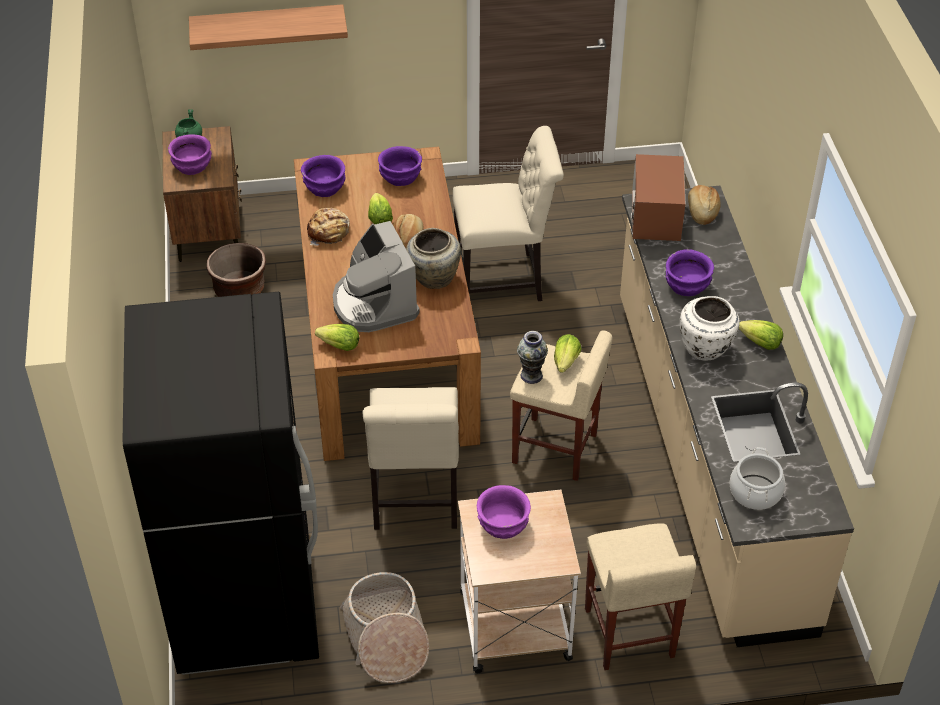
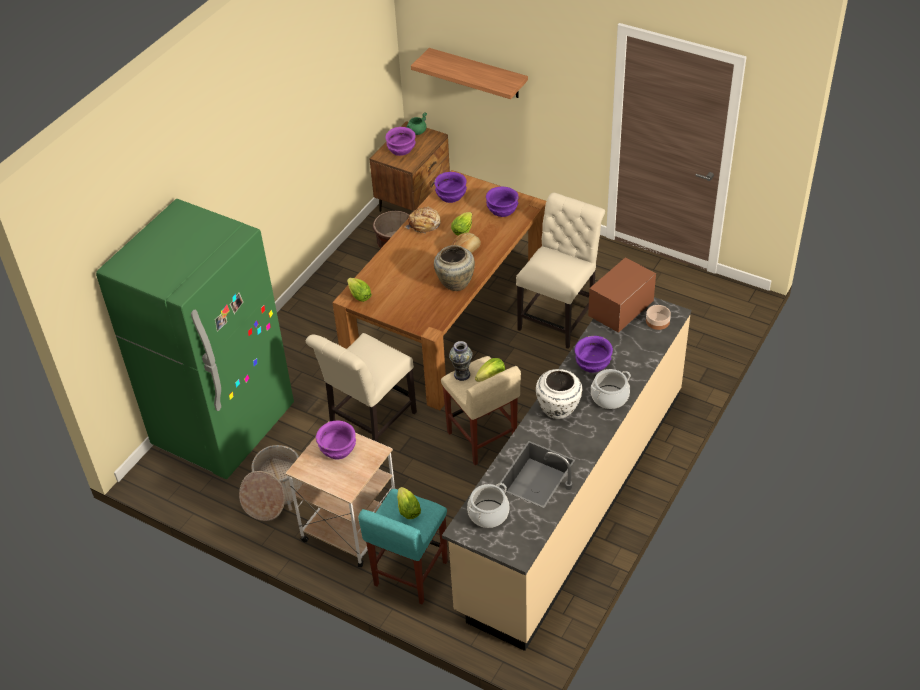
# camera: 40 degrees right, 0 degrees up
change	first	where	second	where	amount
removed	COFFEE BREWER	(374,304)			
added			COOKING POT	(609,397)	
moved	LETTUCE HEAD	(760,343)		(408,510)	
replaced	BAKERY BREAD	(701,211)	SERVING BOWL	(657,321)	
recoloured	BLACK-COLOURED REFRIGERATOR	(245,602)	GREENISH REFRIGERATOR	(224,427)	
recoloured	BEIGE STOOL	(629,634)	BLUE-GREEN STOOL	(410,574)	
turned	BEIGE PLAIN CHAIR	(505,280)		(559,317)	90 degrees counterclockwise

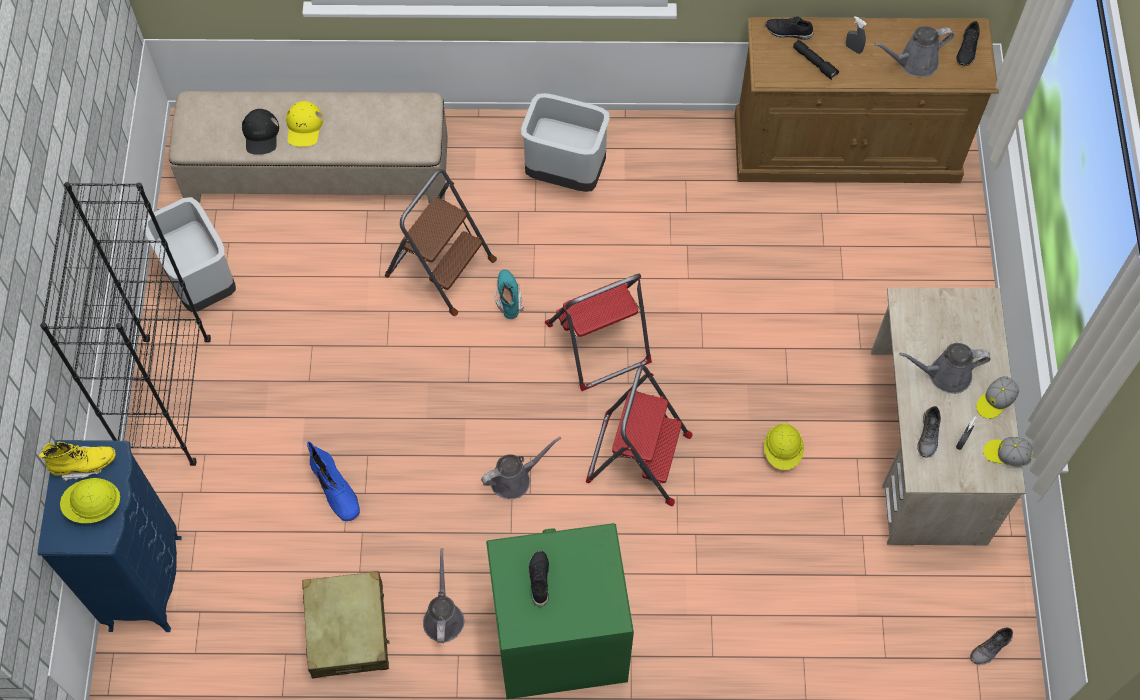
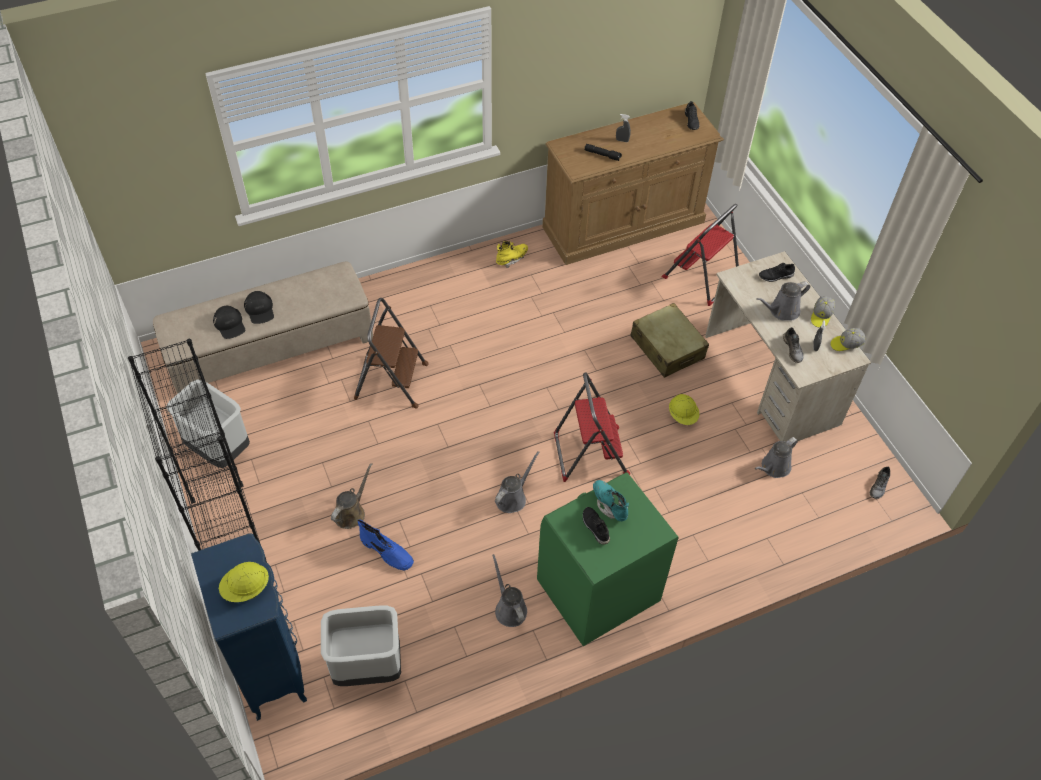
# camera: 25 degrees left, 10 degrees down
change	first	where	second	where	amount
added			BROWNISH WATERING CAN	(351,512)	
moved	YELLOW HIGH-TOP BOOT	(84,465)		(511,259)	
moved	BEIGE TRAVEL CASE	(348,629)		(667,347)	
moved	BLUE-GREEN HIGH-TOP BOOT	(508,299)		(610,505)	
moved	GRAY RUBBISH BIN	(566,173)		(368,666)	
moved	RED STEP LADDER	(599,346)		(703,279)	
moved	BLACK-COLOURED ITEM OF FOOTWEAR	(788,32)		(776,276)	
moved	GRAY WATERING CAN	(914,62)		(774,467)	
recoloured	YELLOW PEAKED CAP	(304,127)	BLACK-COLOURED PEAKED CAP	(260,310)	

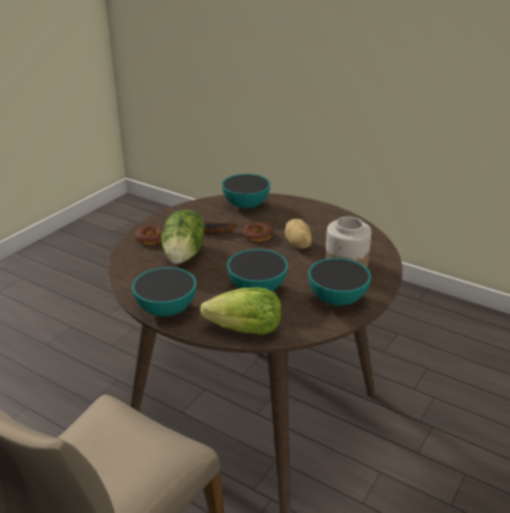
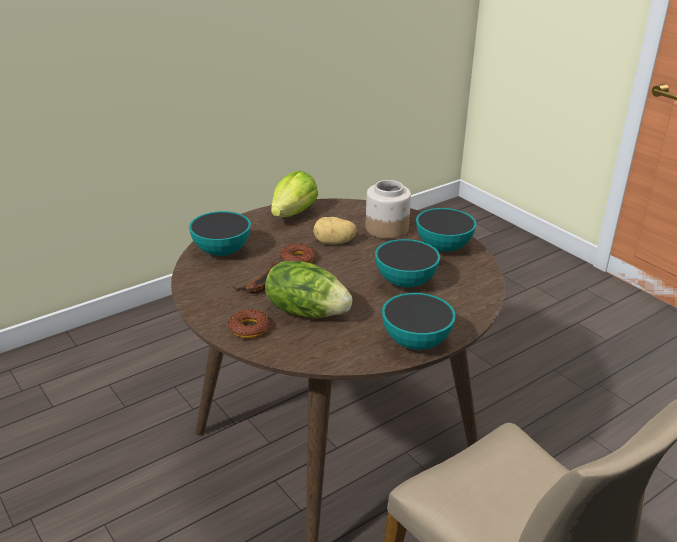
# camera: 70 degrees left, 0 degrees up
change	first	where	second	where	amount
moved	LETTUCE HEAD	(246,330)		(294,214)	

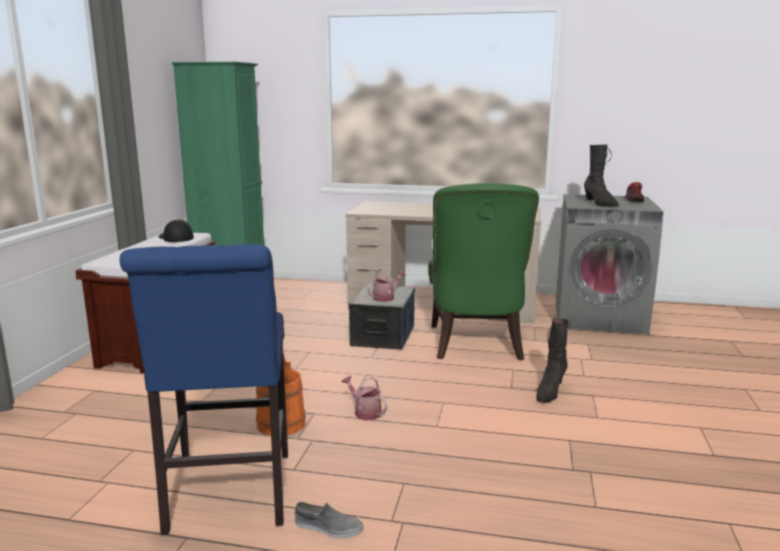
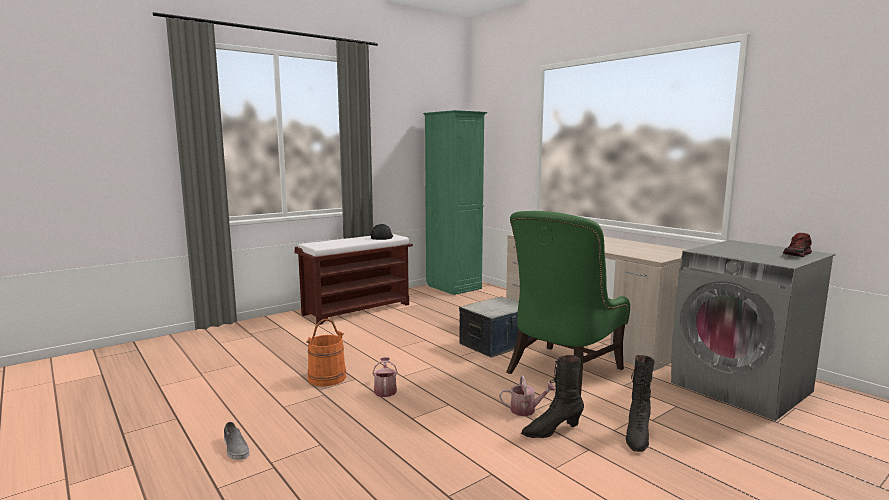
# camera: 40 degrees right, 5 degrees down
change	first	where	second	where	amount
removed	BLUE STOOL	(227,497)			
moved	WATERING CAN	(386,297)		(526,410)	
moved	BLACK-COLOURED HIGH-TOP BOOT	(599,204)		(637,436)	

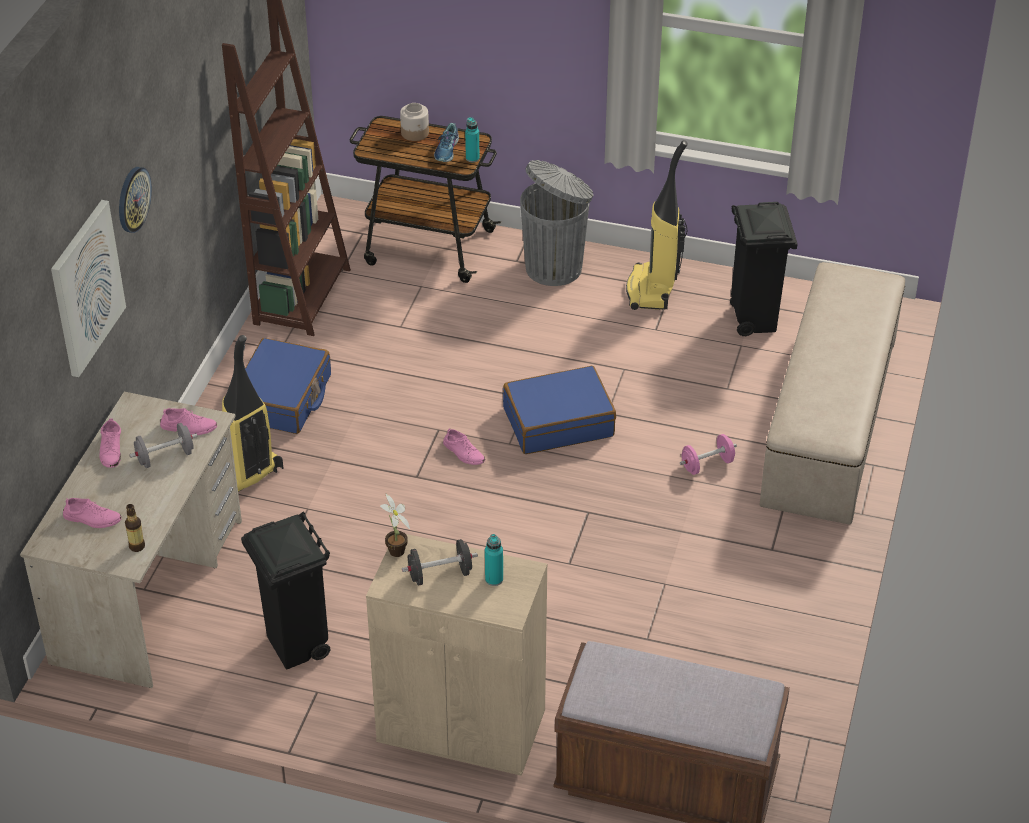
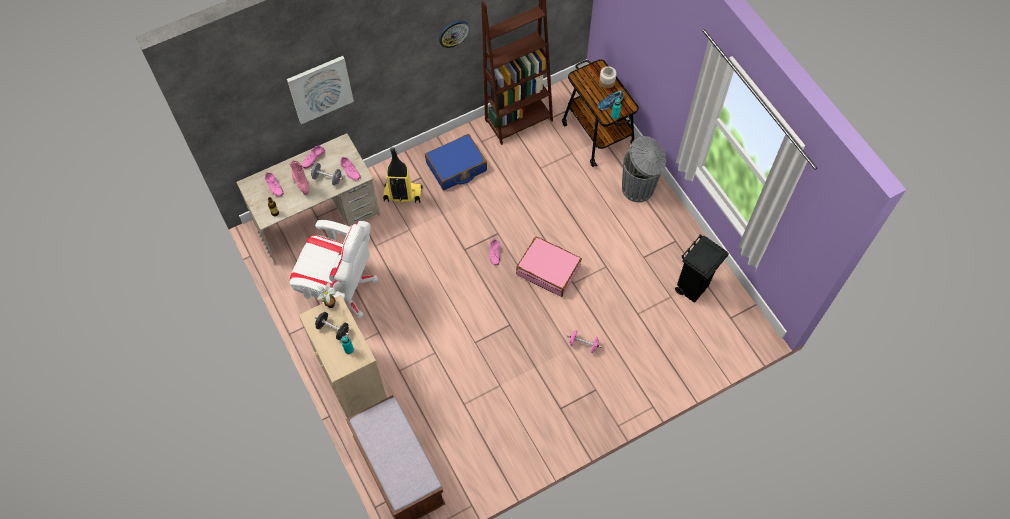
# camera: 45 degrees right, 20 degrees up
change	first	where	second	where	amount
removed	VACUUM	(652,290)			
removed	BEIGE LONG SEAT	(831,419)			
added			PINK-COLOURED HIGH-TOP BOOT	(301,183)	
moved	CLOCK ON THE WALL	(133,199)		(453,33)	
replaced	BLACK-COLOURED RUBBISH BIN	(297,647)	WHITE DESK CHAIR	(339,290)	
recoloured	BLUE TRAVEL CASE	(558,422)	PINK-COLOURED TRAVEL CASE	(548,270)	

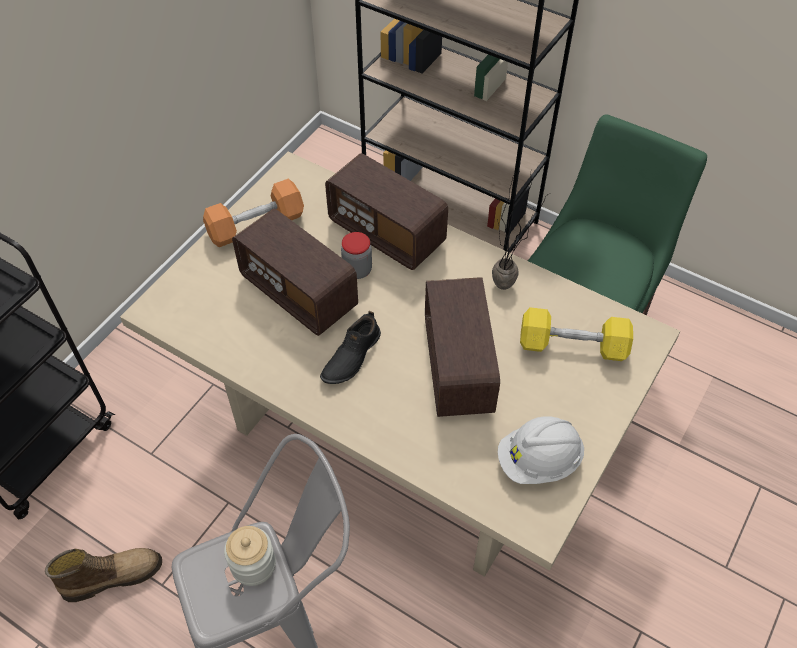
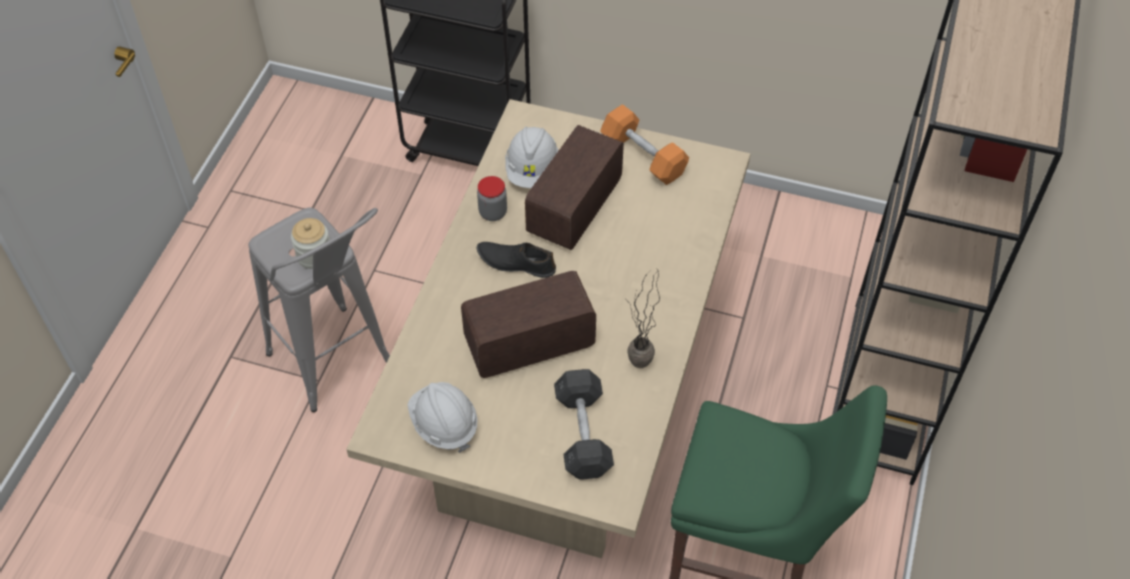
# camera: 75 degrees right, 0 degrees up
change	first	where	second	where	amount
removed	HIGH-TOP BOOT	(113,576)			
removed	RADIO	(386,233)			
added			WHITE WORK HELMET	(532,170)	
moved	STORAGE JAR	(357,270)		(493,212)	
recoloured	YELLOW HAND WEIGHT	(572,346)	GRAY HAND WEIGHT	(583,433)	

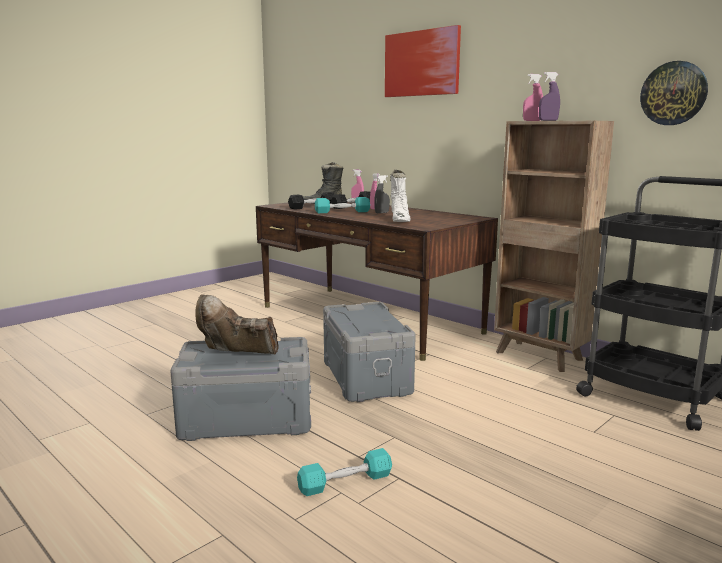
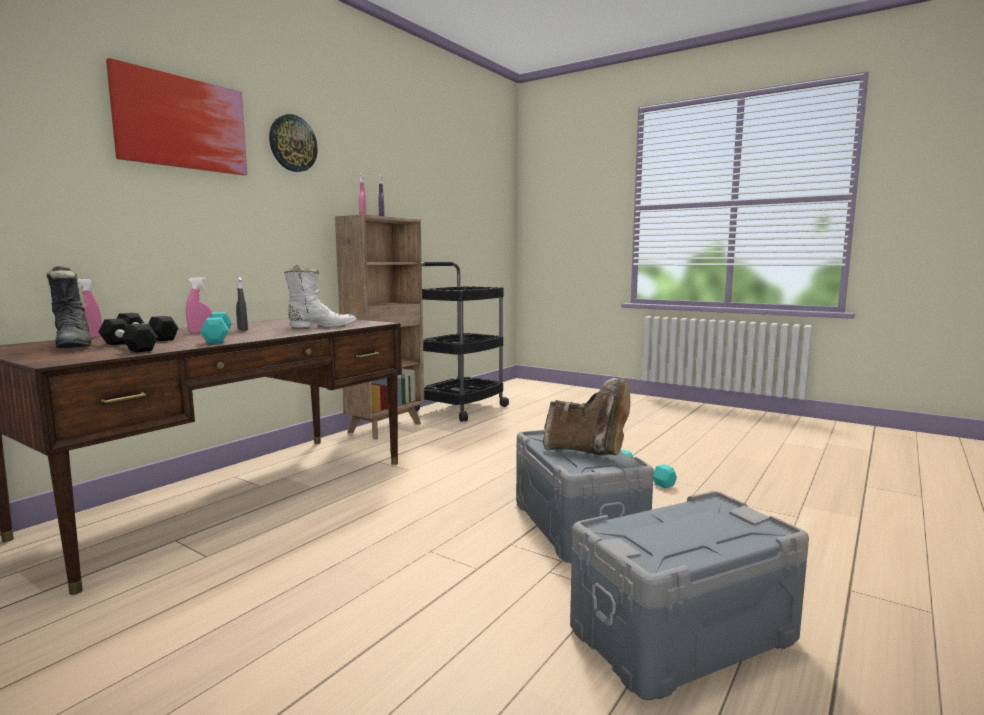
# camera: 100 degrees left, 5 degrees down
change	first	where	second	where	amount
moved	GRAY STORAGE BOX	(367,377)		(680,633)	
moved	CLOCK ON THE WALL	(673,93)		(292,143)	
turned	BROWNISH HIGH-TOP BOOT	(237,356)		(588,451)	60 degrees counterclockwise

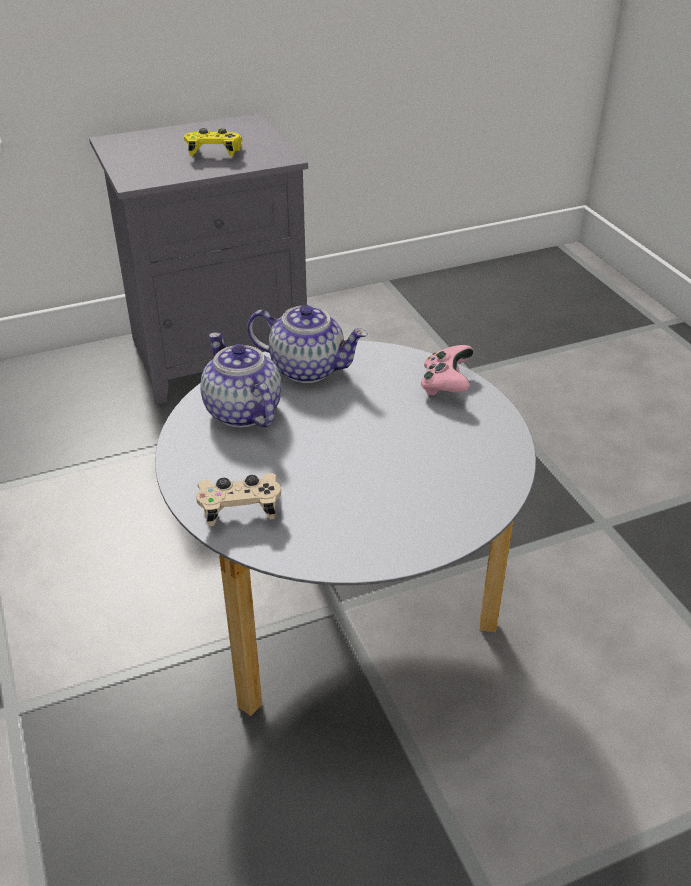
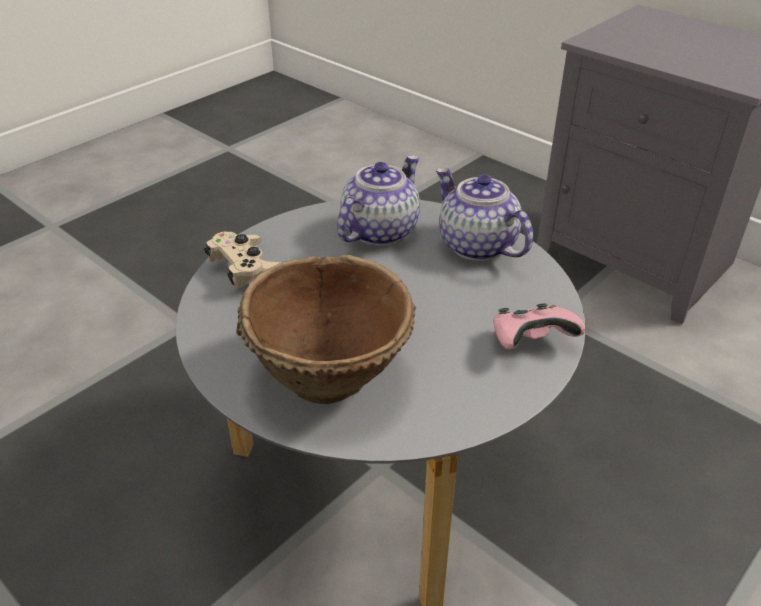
# camera: 65 degrees right, 0 degrees up
change	first	where	second	where	amount
removed	YELLOW GAMEPAD	(214,154)			
added			BROWNISH SERVING BOWL	(331,374)	
turned	TEAPOT	(308,368)		(476,245)	150 degrees clockwise

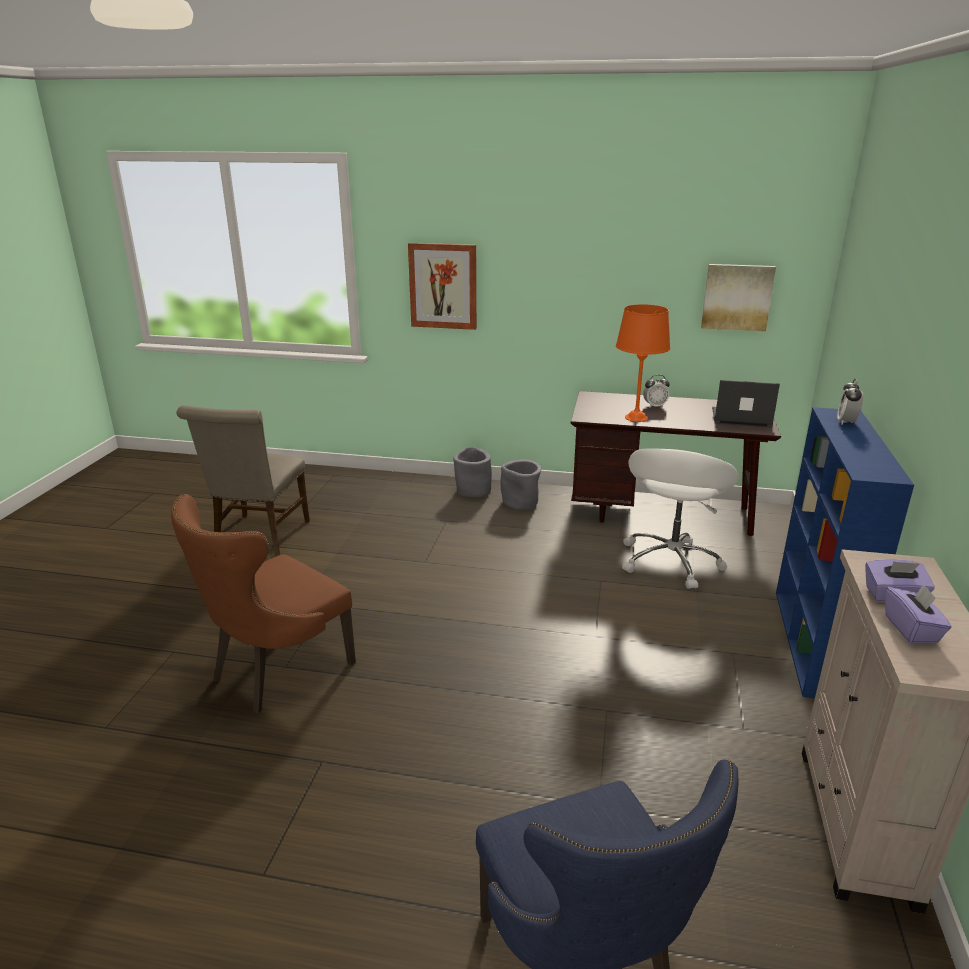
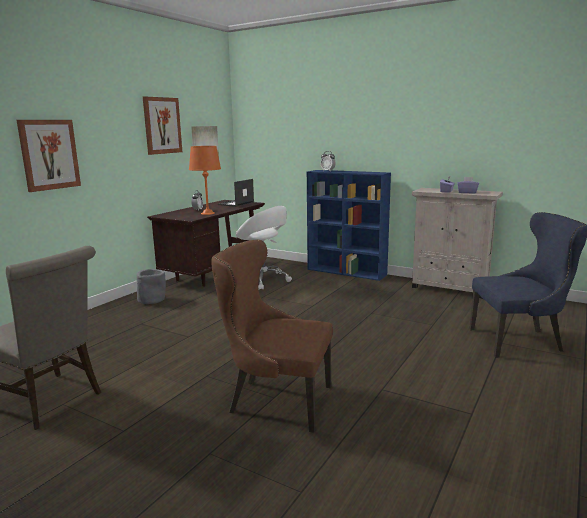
# camera: 70 degrees left, 10 degrees down
change	first	where	second	where	amount
removed	GRAY PLANTER	(473,490)			
added			PICTURE	(162,125)	
turned	BROWNISH PLAIN CHAIR	(276,670)		(276,401)	135 degrees clockwise

